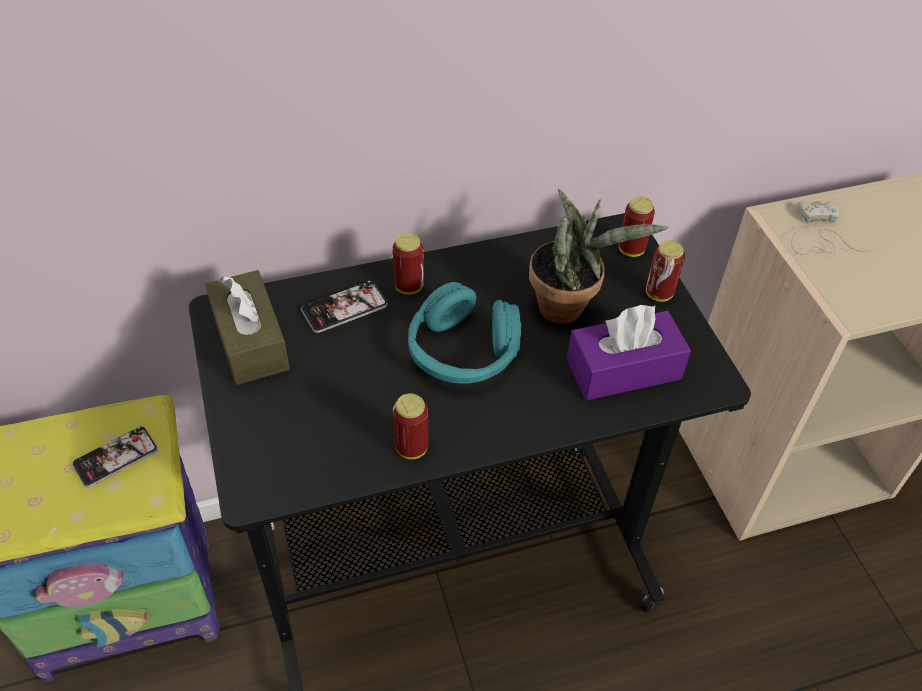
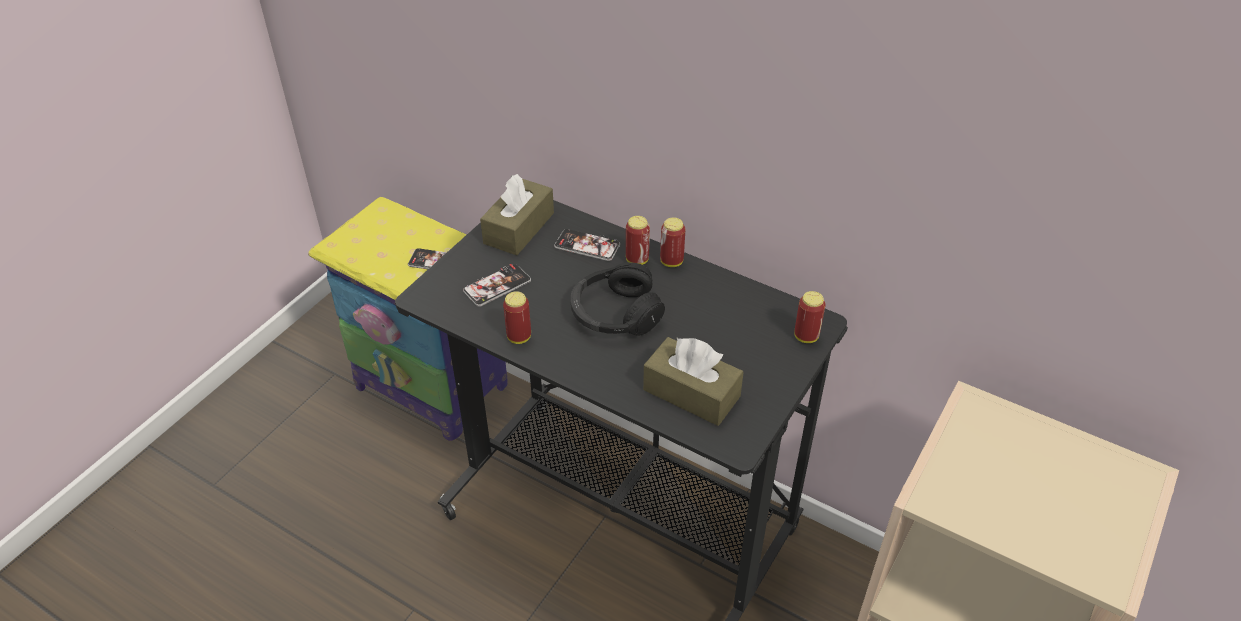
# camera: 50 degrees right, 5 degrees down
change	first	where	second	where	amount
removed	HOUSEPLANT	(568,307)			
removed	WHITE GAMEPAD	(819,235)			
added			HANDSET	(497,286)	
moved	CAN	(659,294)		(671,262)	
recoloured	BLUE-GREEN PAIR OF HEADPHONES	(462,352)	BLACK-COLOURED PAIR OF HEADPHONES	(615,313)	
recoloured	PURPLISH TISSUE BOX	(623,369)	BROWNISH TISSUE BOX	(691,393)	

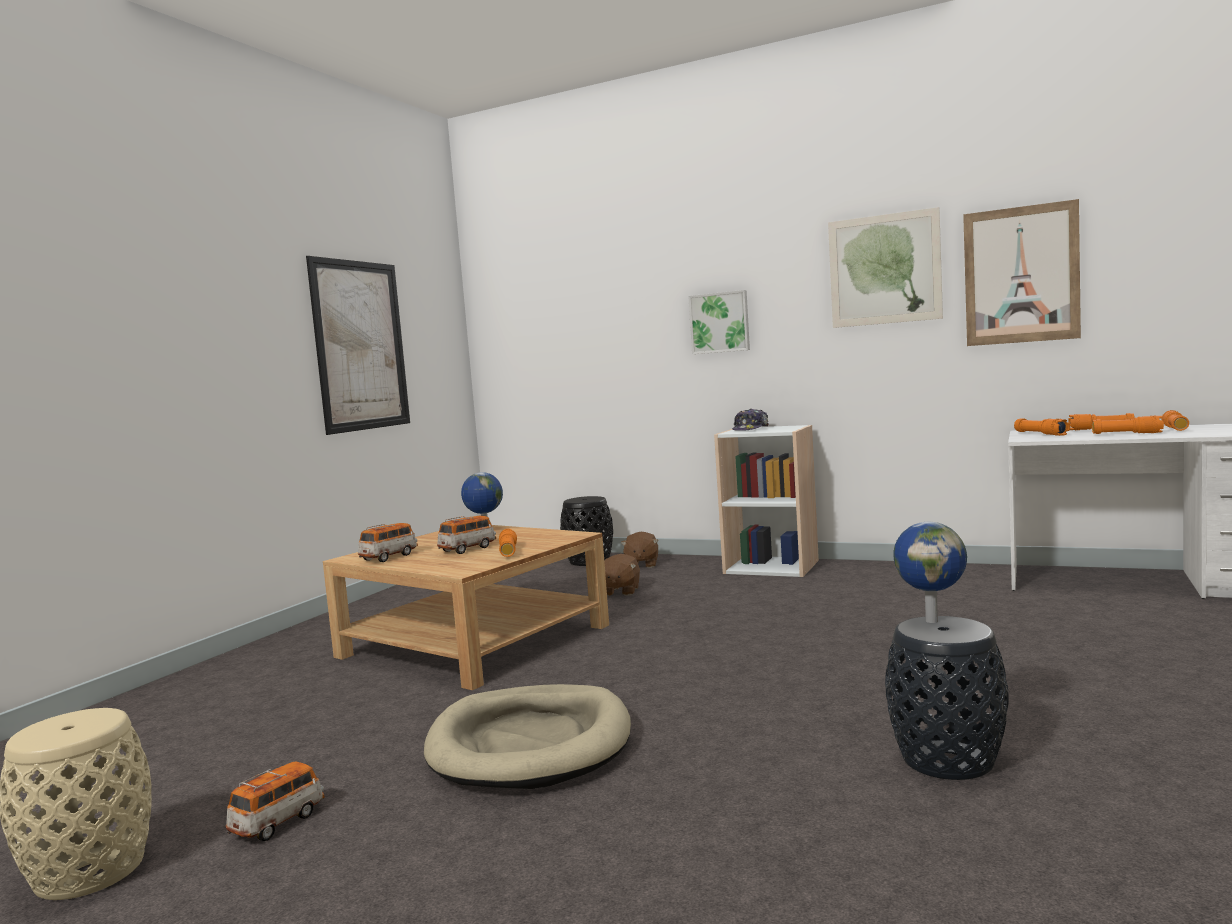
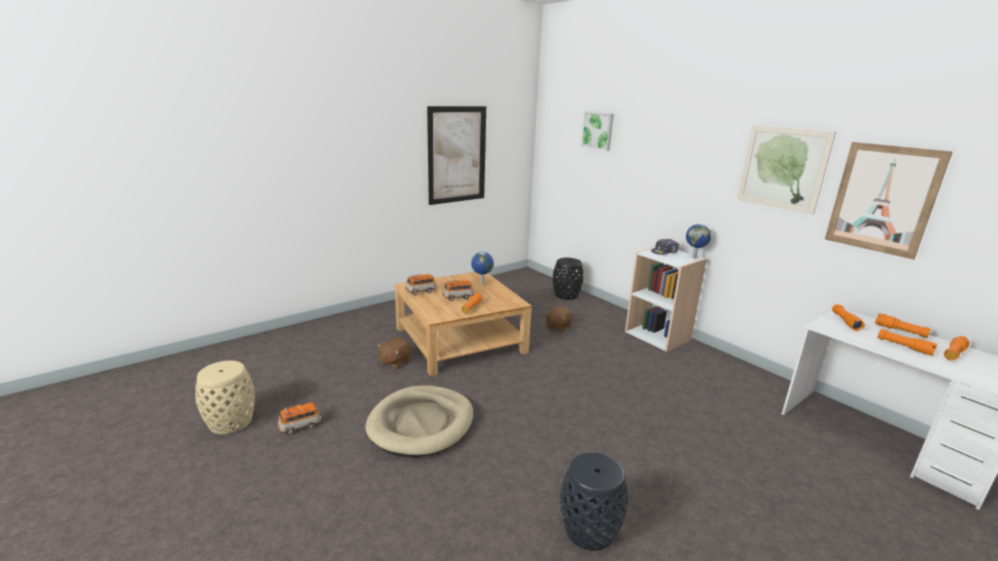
# camera: 25 degrees right, 15 degrees up
change	first	where	second	where	amount
moved	BROWNISH PLUSH TOY	(641,565)		(395,362)	
moved	PICTURE	(720,322)		(598,130)	
moved	WORLD GLOBE	(932,620)		(694,257)	

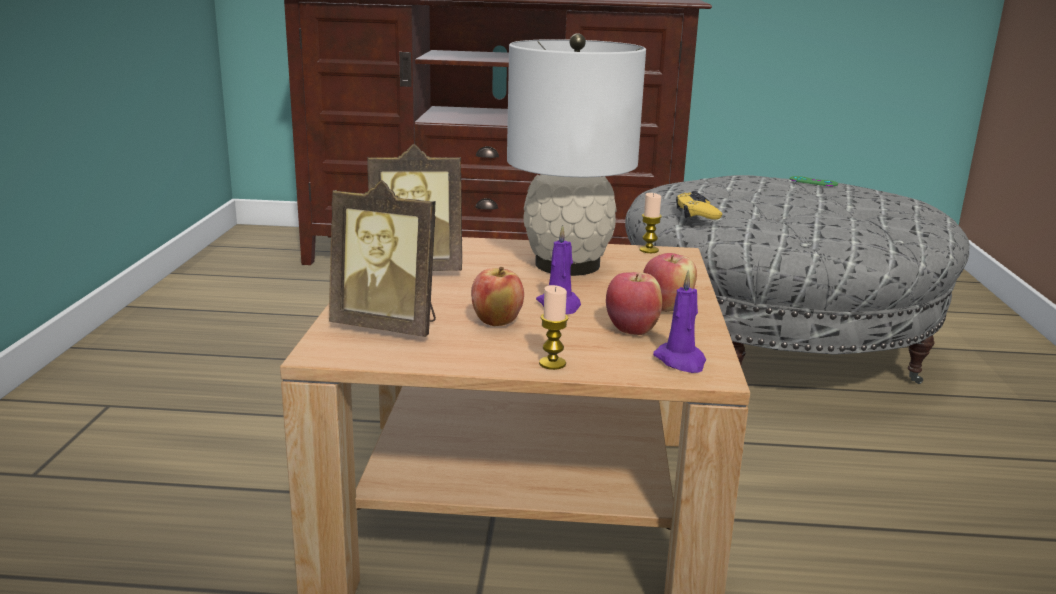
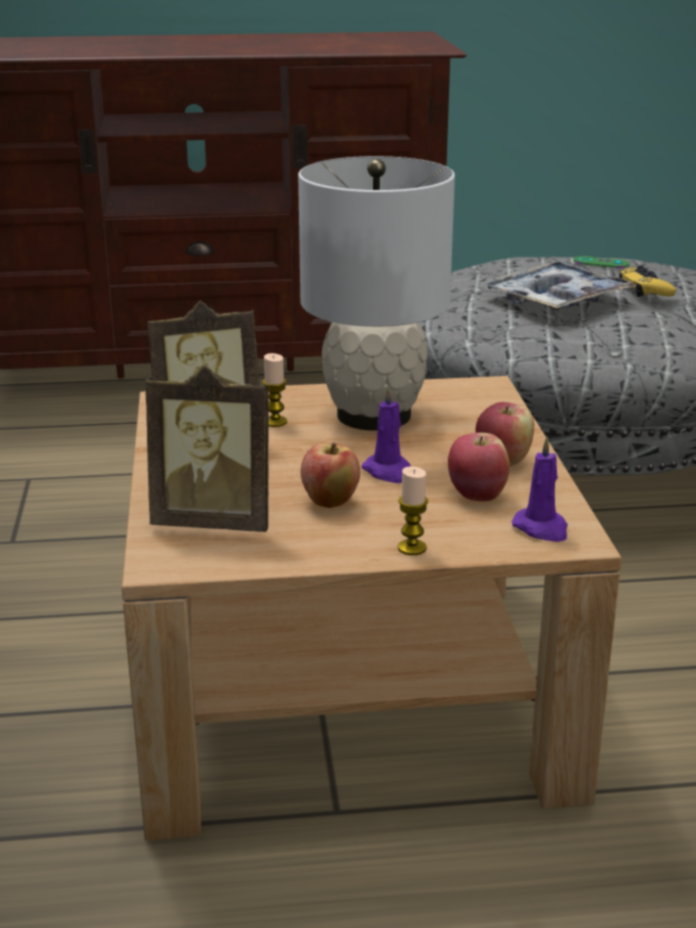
# camera: 10 degrees left, 5 degrees up
change	first	where	second	where	amount
added			SERVING TRAY	(556,300)	
moved	CANDLE	(649,250)		(275,422)	
moved	YELLOW GAMEPAD	(697,213)		(645,289)	

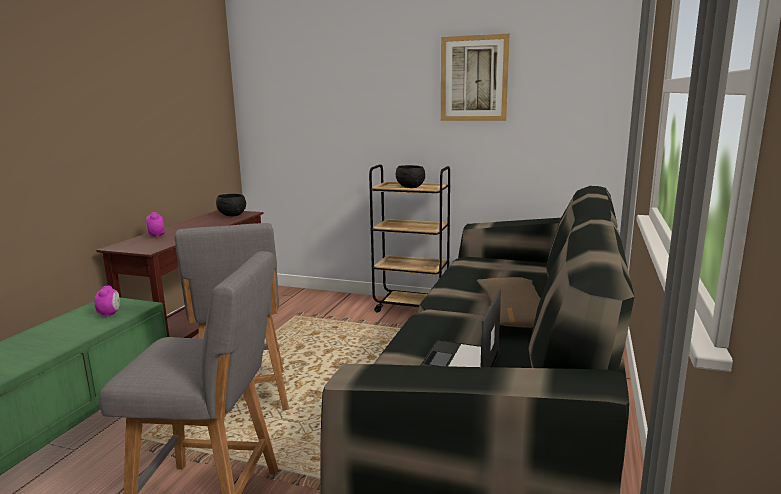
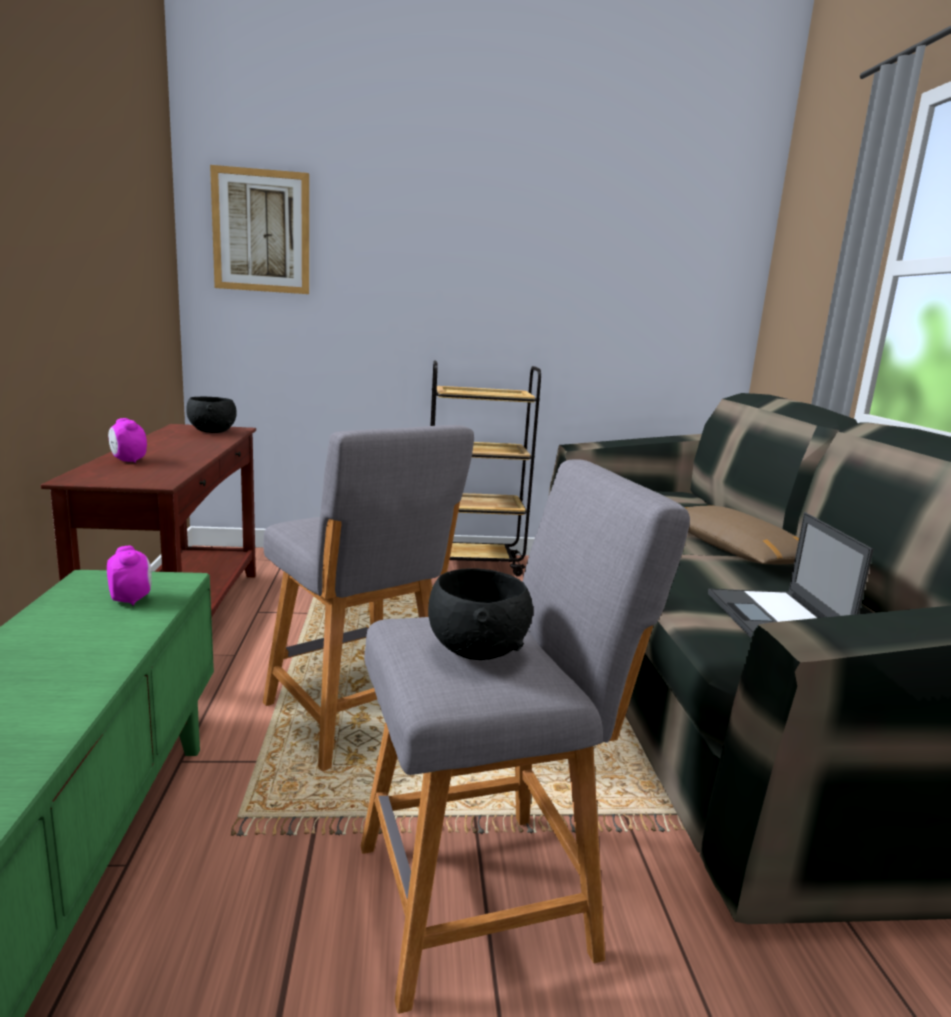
# camera: 25 degrees left, 0 degrees up
change	first	where	second	where	amount
moved	BLACK-COLOURED SERVING BOWL	(410,187)		(477,650)	
moved	PICTURE	(474,78)		(261,231)	

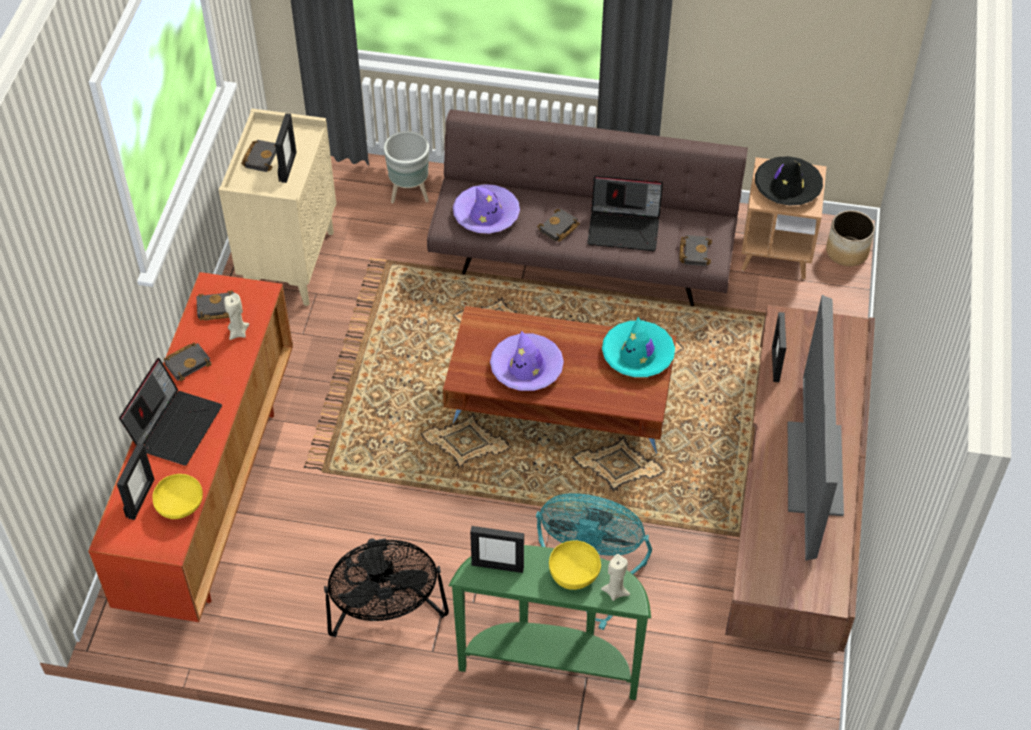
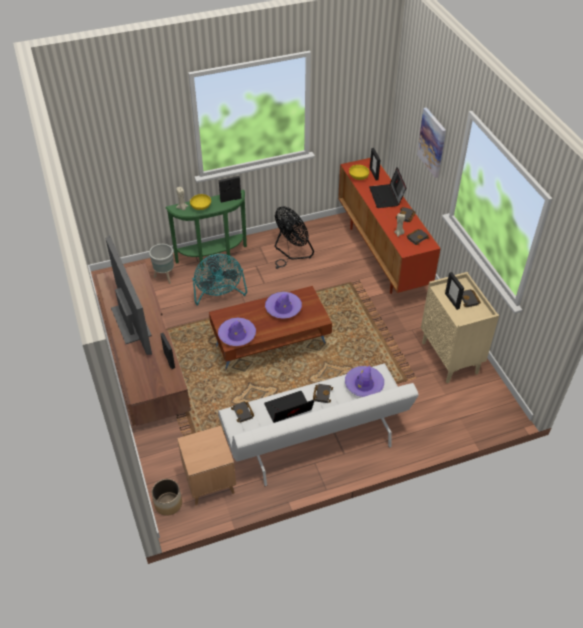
# camera: 150 degrees right, 5 degrees down
change	first	where	second	where	amount
removed	BLACK-COLOURED WEARABLE HAT	(787,187)			
added			PICTURE	(432,142)	
moved	GRAY PLANTER	(410,194)		(165,277)	
recoloured	BROWNISH SETTEE	(585,251)	WHITE SETTEE	(314,433)	
recoloured	BLUE-GREEN WEARABLE HAT	(638,355)	PURPLISH WEARABLE HAT	(237,335)	
turned	BLACK-COLOURED COOLING FAN	(381,606)		(289,251)	90 degrees clockwise

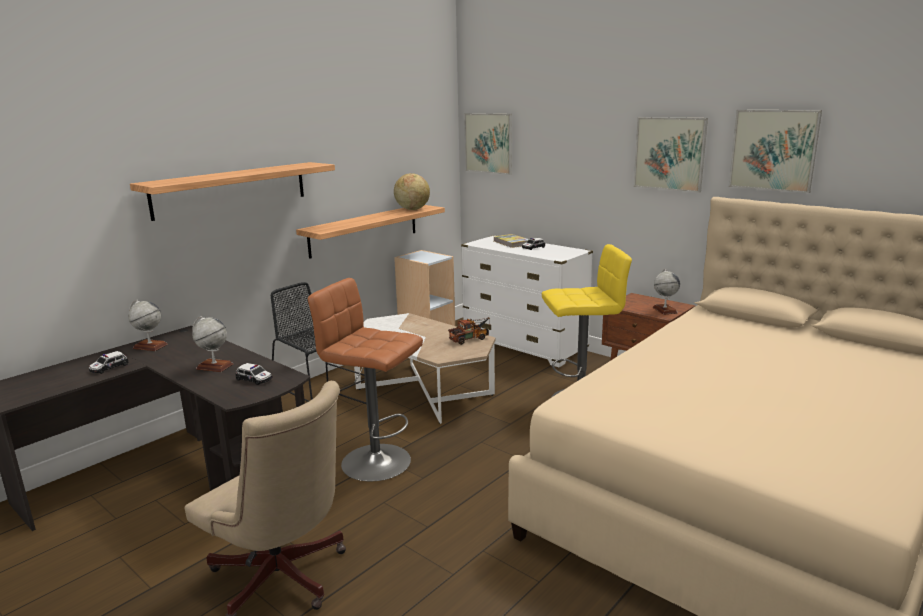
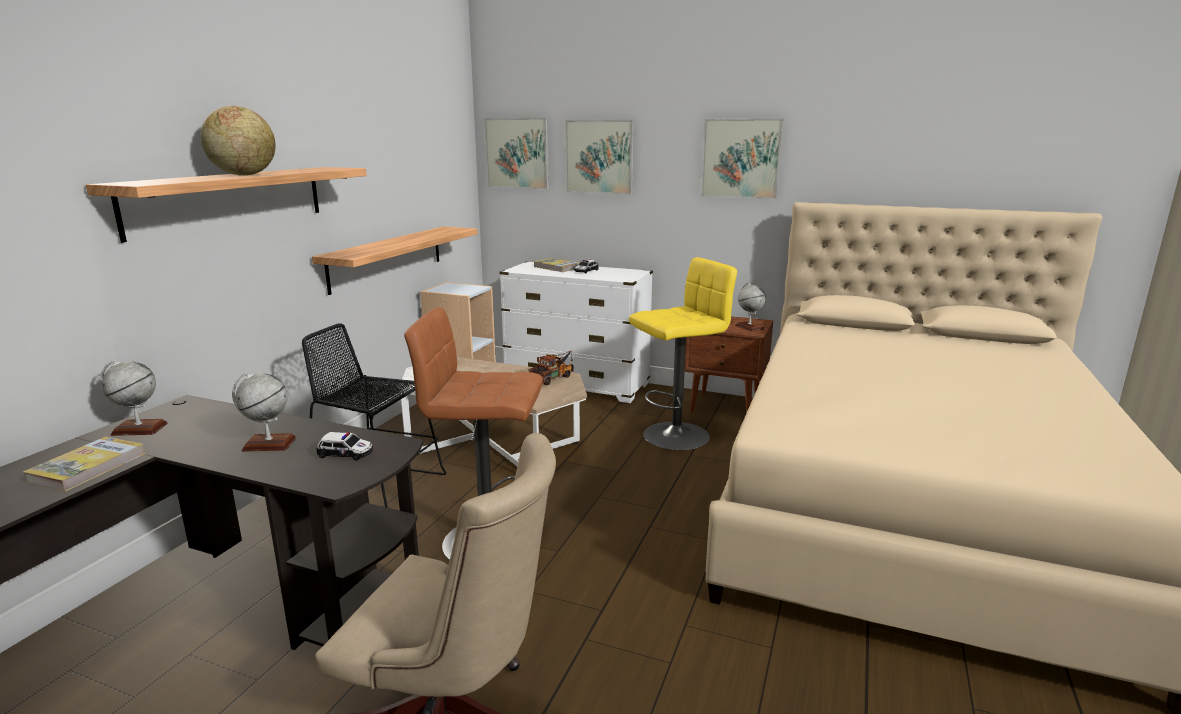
# camera: 20 degrees left, 0 degrees up
change	first	where	second	where	amount
moved	WORLD GLOBE	(412,209)		(243,175)	
moved	PICTURE	(773,150)		(599,157)	
replaced	MODEL CAR	(109,367)	VOLUME	(88,467)	

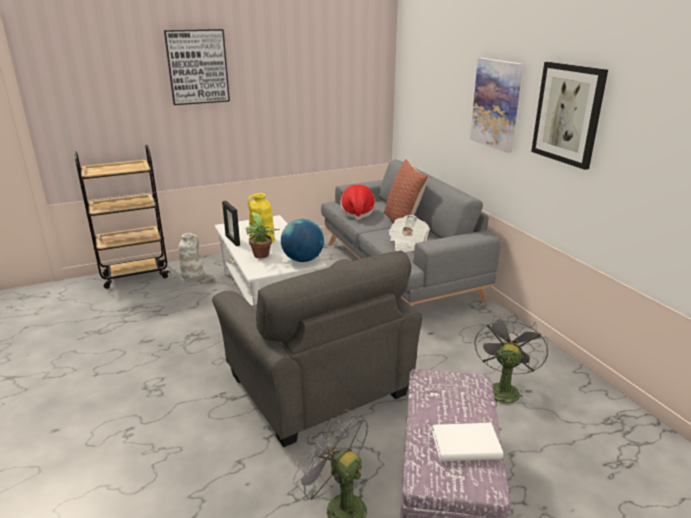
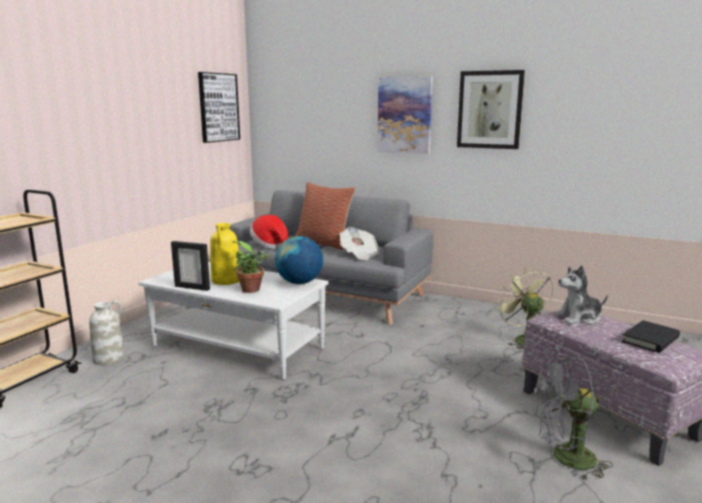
# camera: 40 degrees left, 10 degrees down
change	first	where	second	where	amount
removed	GRAY LOUNGE CHAIR	(317,385)			
added			PLUSH TOY	(579,318)	
moved	PICTURE	(197,67)		(218,107)	
recoloured	WHITE VOLUME	(466,446)	BLACK-COLOURED VOLUME	(650,340)	
recoloured	GRAY COOLING FAN	(502,388)	GREENISH COOLING FAN	(523,339)	

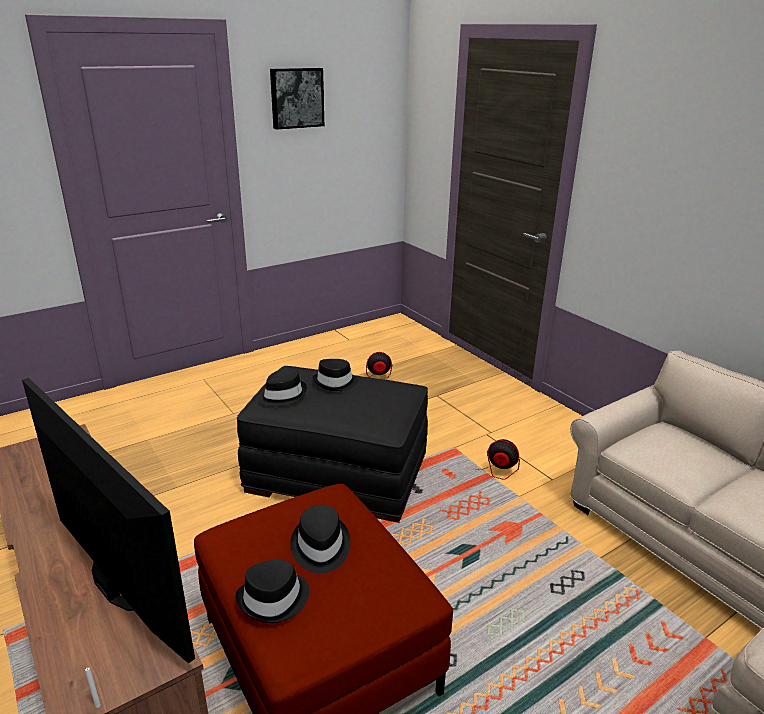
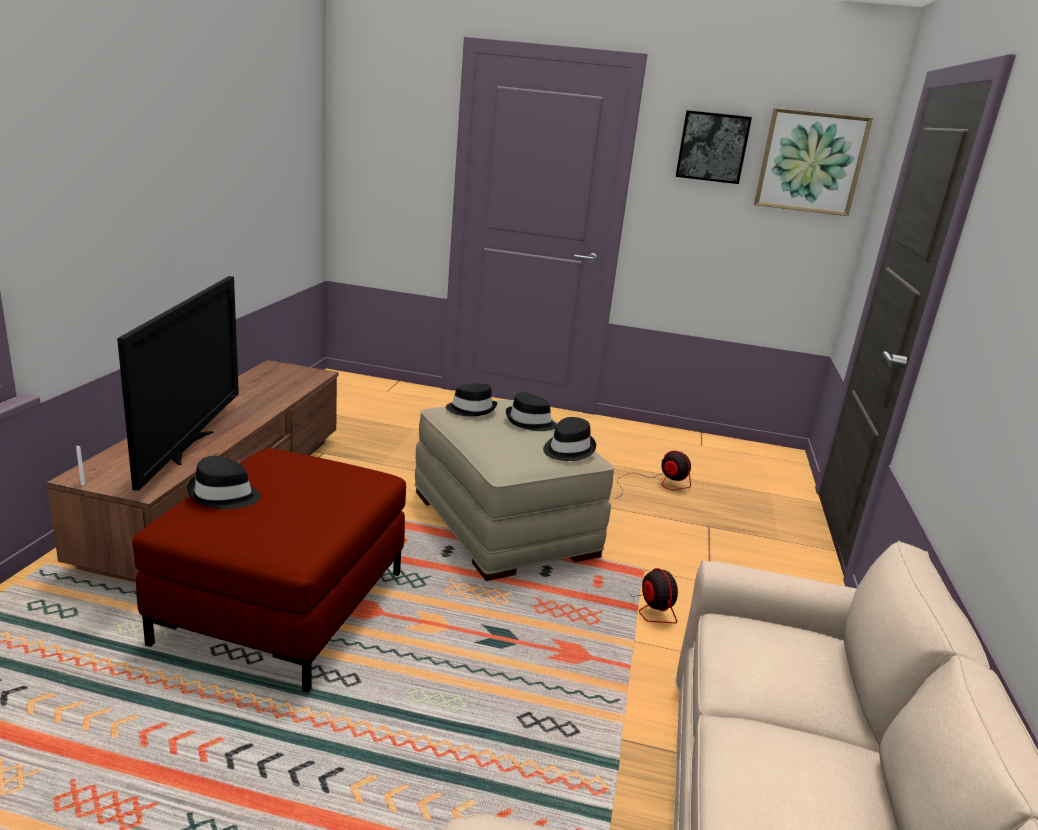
# camera: 45 degrees right, 5 degrees down
change	first	where	second	where	amount
added			PICTURE	(810,162)	
moved	BLACK-COLOURED WEARABLE HAT	(320,547)		(567,449)	
recoloured	BLACK-COLOURED FOOTREST	(338,473)	BEIGE FOOTREST	(504,523)	

